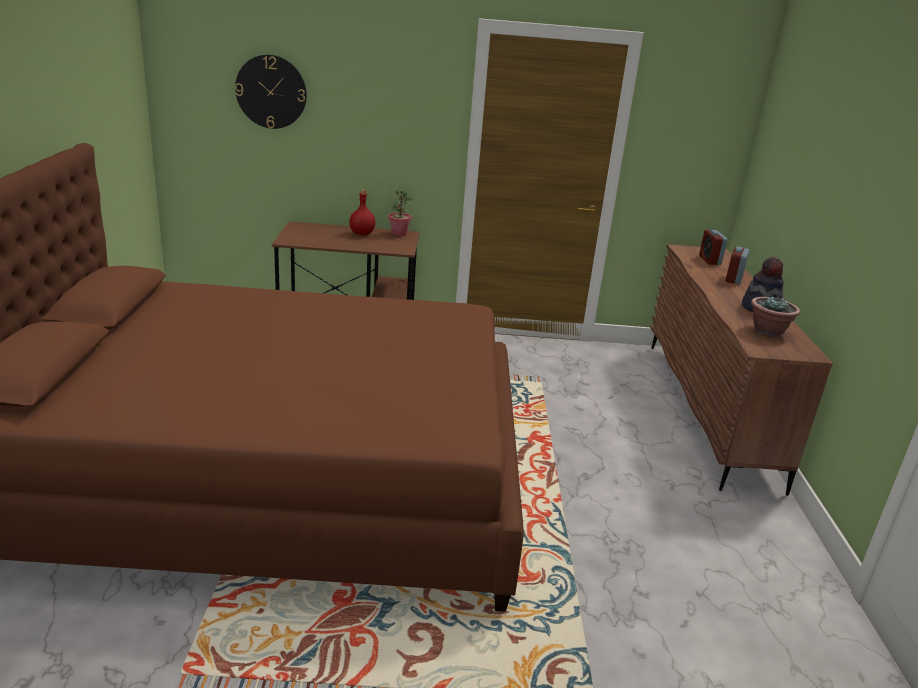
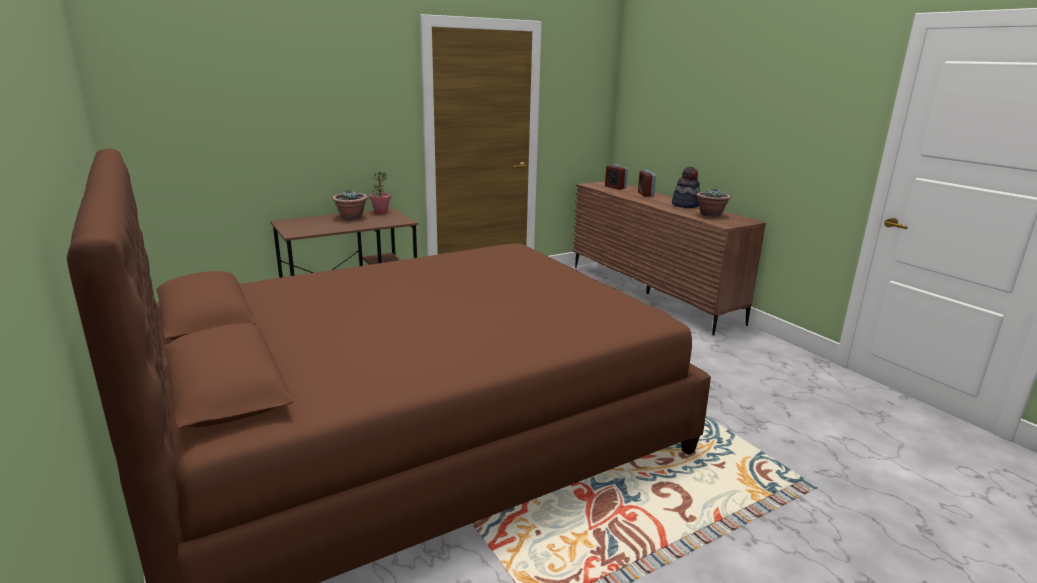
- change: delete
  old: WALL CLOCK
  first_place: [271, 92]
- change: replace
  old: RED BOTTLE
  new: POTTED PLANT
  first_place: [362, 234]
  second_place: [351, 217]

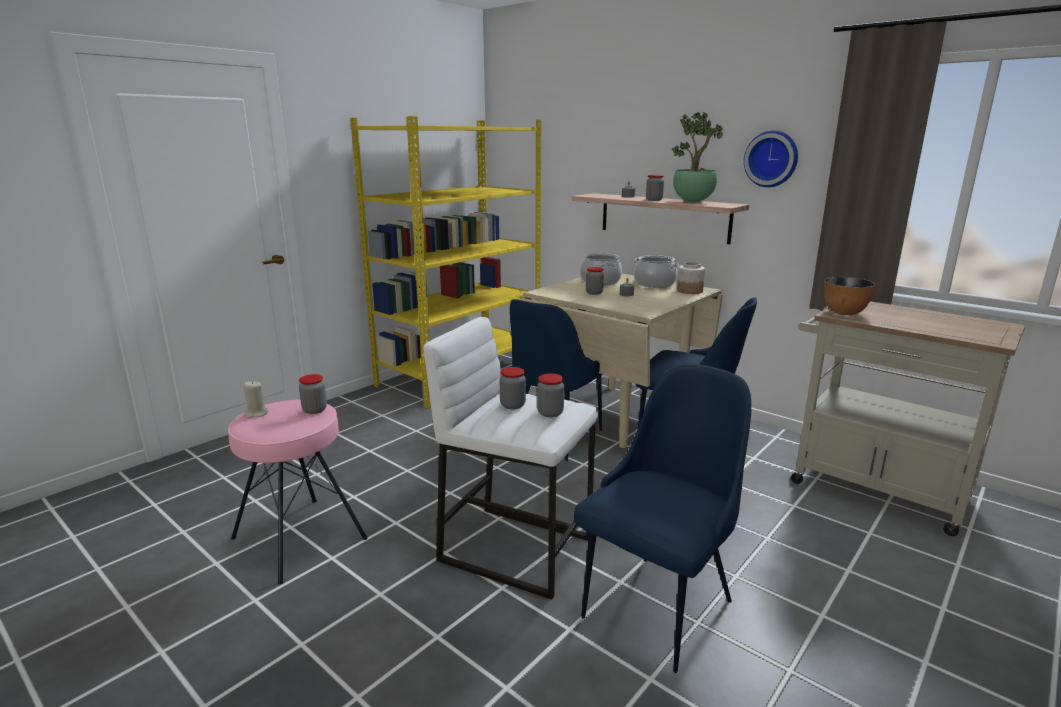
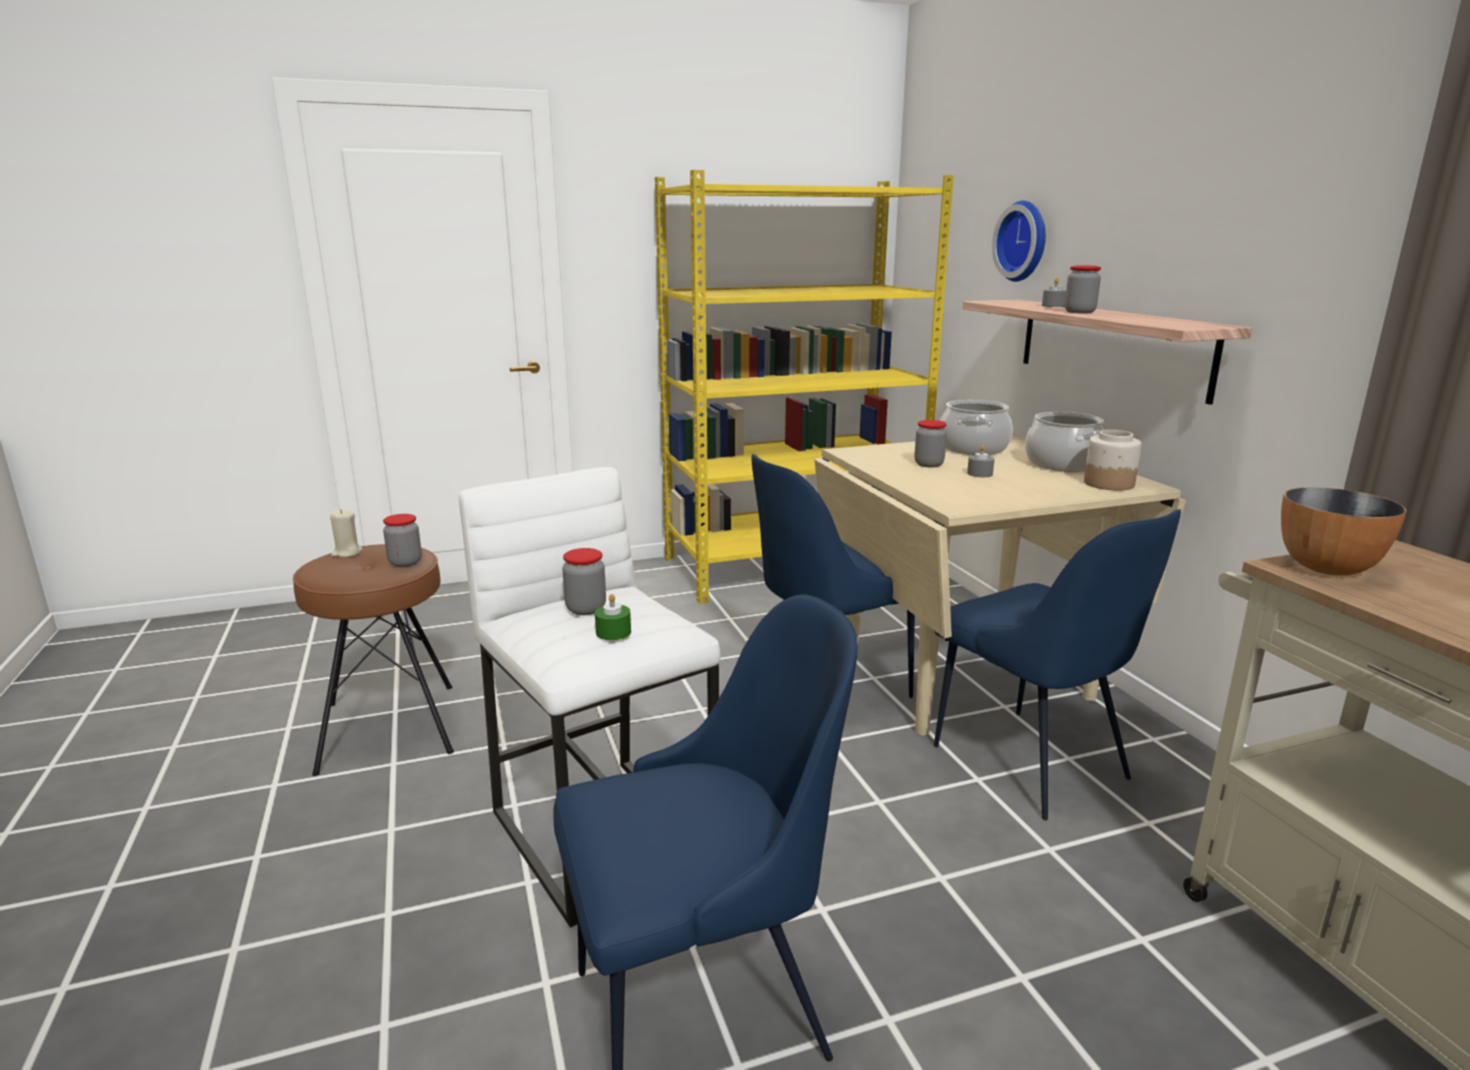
- change: recolor
  old: PINK STOOL
  new: BROWN STOOL
  first_place: [300, 537]
  second_place: [390, 727]
- change: replace
  old: JAR
  new: GREEN CANDLE
  first_place: [550, 413]
  second_place: [613, 632]
- change: delete
  old: POTTED PLANT
  first_place: [694, 202]
- change: move
  old: WALL CLOCK
  first_place: [772, 159]
  second_place: [1024, 241]

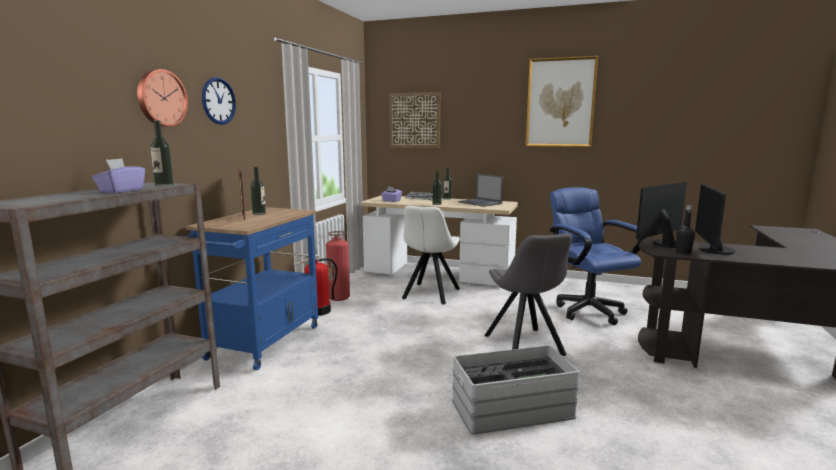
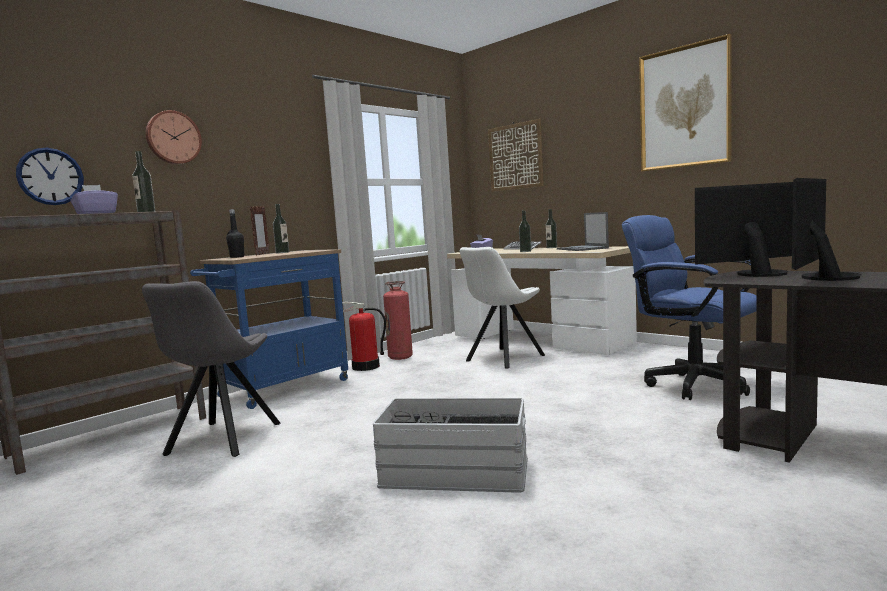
- change: move
  old: WALL CLOCK
  first_place: [218, 101]
  second_place: [50, 176]
- change: move
  old: GREY CHAIR
  first_place: [524, 345]
  second_place: [223, 439]
- change: rotate
  old: BLUE OFFICE CHAIR
  first_place: [586, 311]
  second_place: [690, 386]
  degrees: -45
- change: move
  old: BLACK BOTTLE
  first_place: [683, 252]
  second_place: [237, 257]

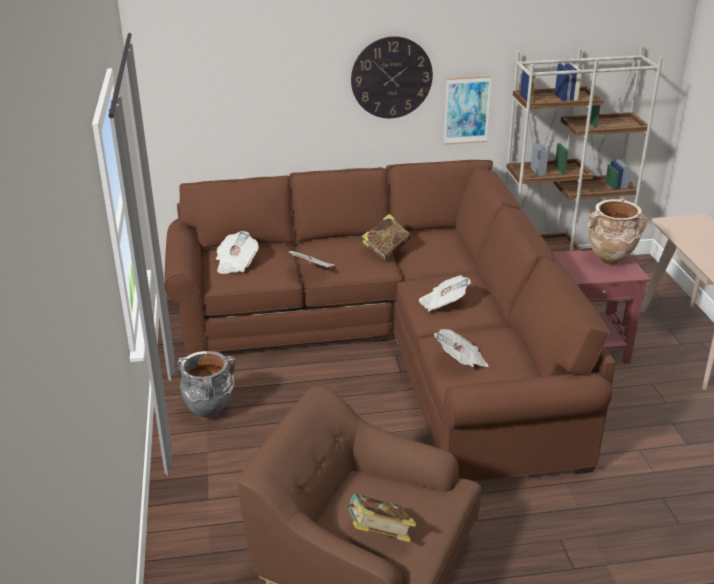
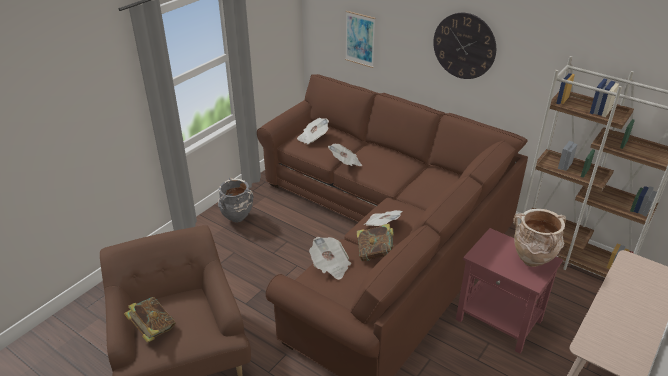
- change: move
  old: BOOK
  first_place: [386, 252]
  second_place: [375, 254]
- change: move
  old: PICTURE
  first_place: [466, 110]
  second_place: [360, 39]

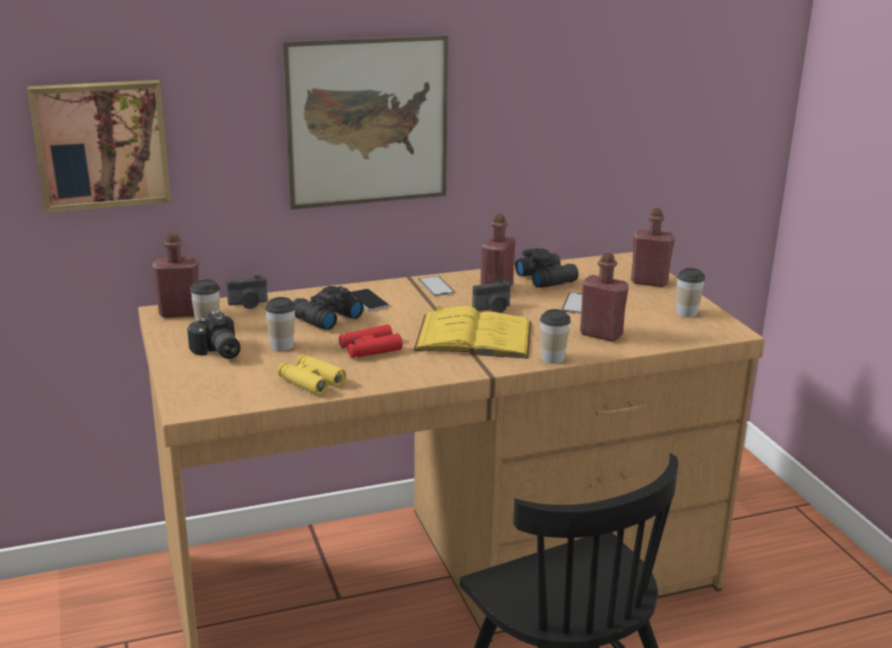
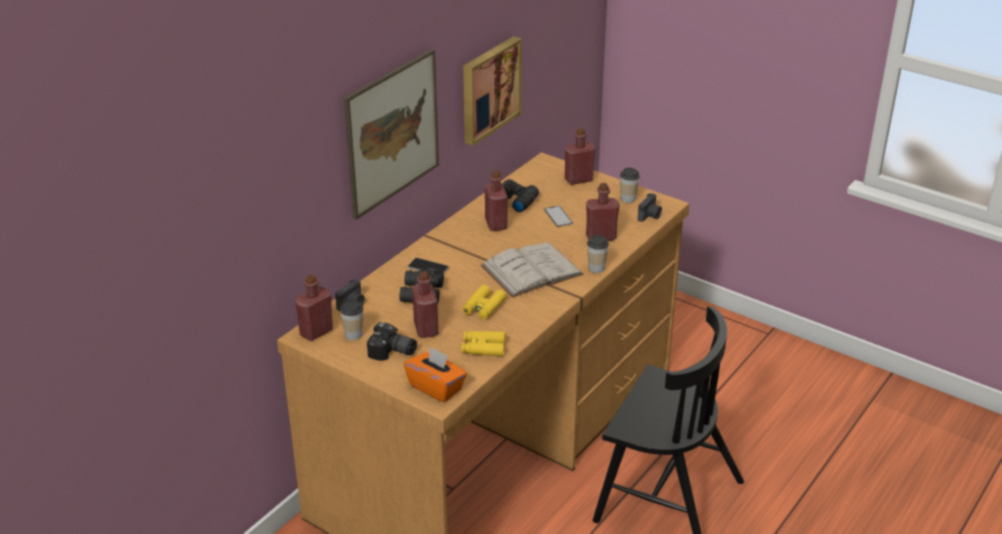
- change: move
  old: PICTURE
  first_place: [101, 144]
  second_place: [489, 89]
- change: replace
  old: CUP
  new: RED BOTTLE
  first_place: [282, 345]
  second_place: [426, 329]
- change: recolor
  old: RED BINOCULARS
  new: YELLOW BINOCULARS
  first_place: [370, 349]
  second_place: [483, 307]
- change: recolor
  old: YELLOW BOOK
  new: WHITE BOOK
  first_place: [474, 336]
  second_place: [531, 270]
- change: delete
  old: PHONE
  first_place: [436, 286]
- change: move
  old: PHOTO CAMERA
  first_place: [493, 309]
  second_place: [650, 216]
- change: insert
  new: ORANGE TISSUE BOX
  second_place: [436, 387]

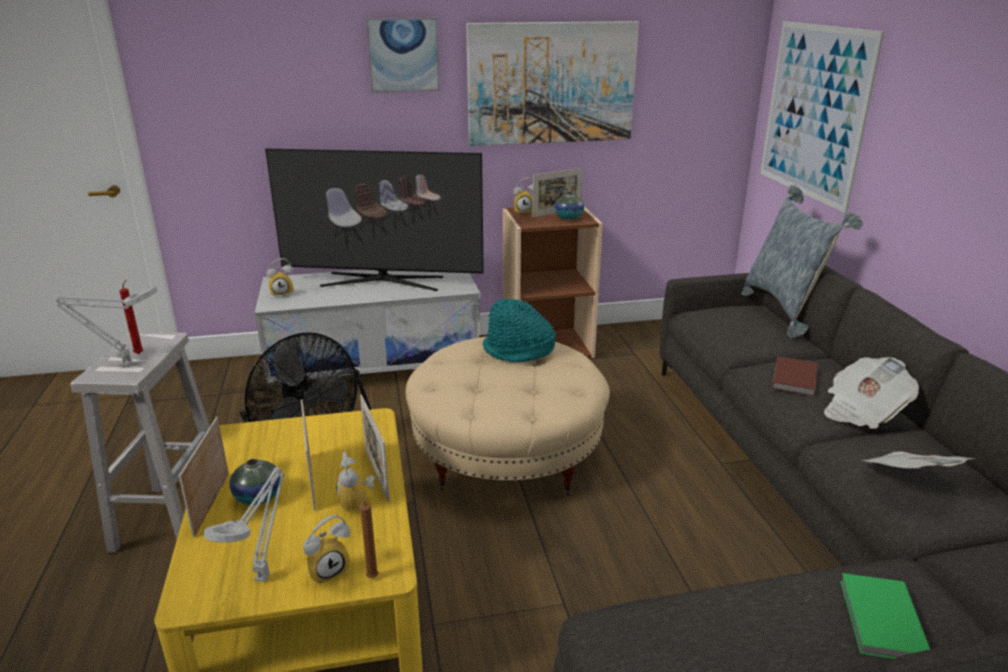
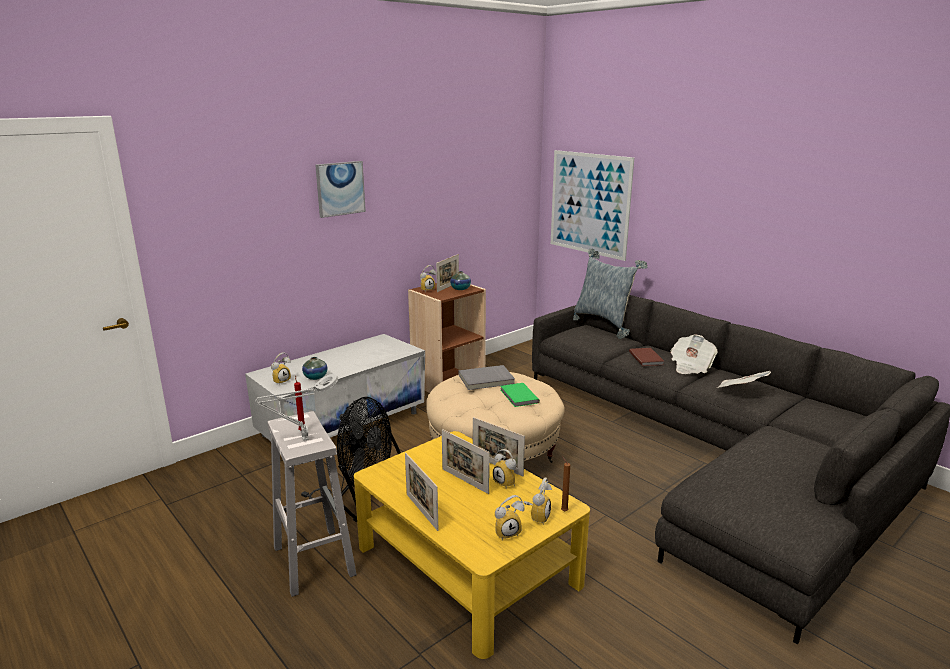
- change: replace
  old: GREY TABLE LAMP
  new: ALARM CLOCK
  first_place: [264, 576]
  second_place: [507, 532]
- change: move
  old: VASE
  first_place: [258, 497]
  second_place: [315, 377]
- change: delete
  old: TELEVISION
  first_place: [382, 281]
- change: delete
  old: PICTURE
  first_place: [551, 83]
- change: replace
  old: TURQUOISE HAT
  new: GREY BOOK
  first_place: [518, 351]
  second_place: [486, 380]
- change: move
  old: GREEN BOOK
  first_place: [880, 620]
  second_place: [518, 396]

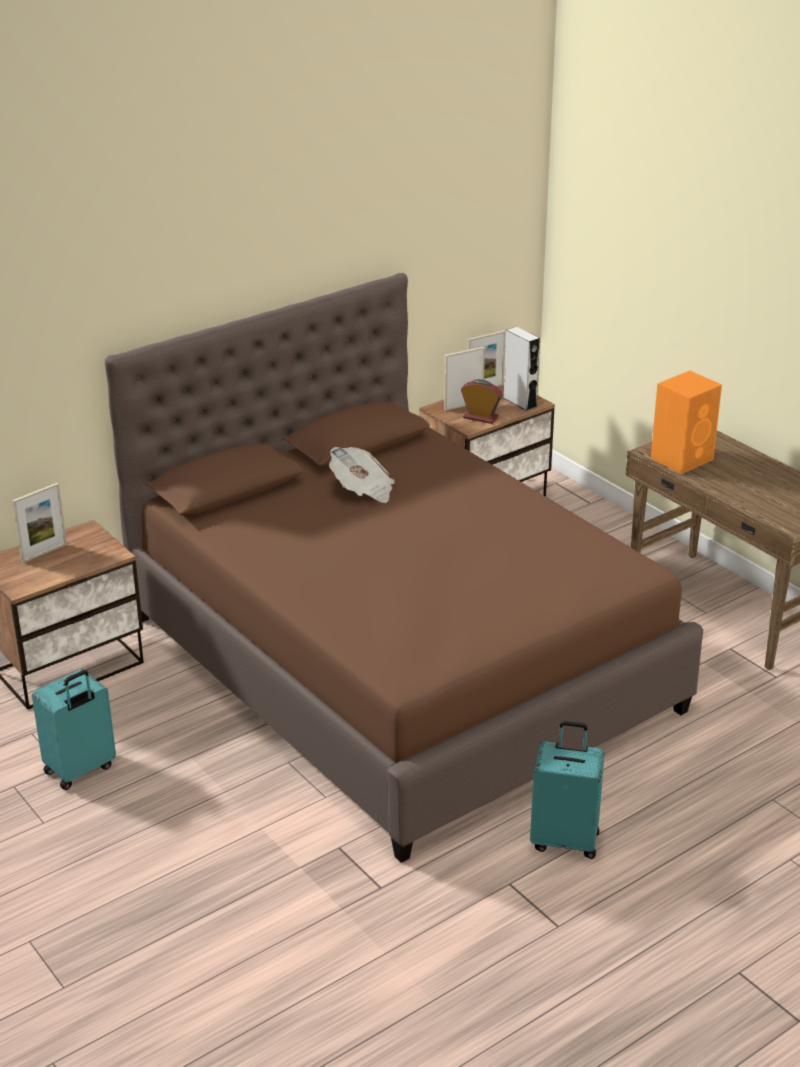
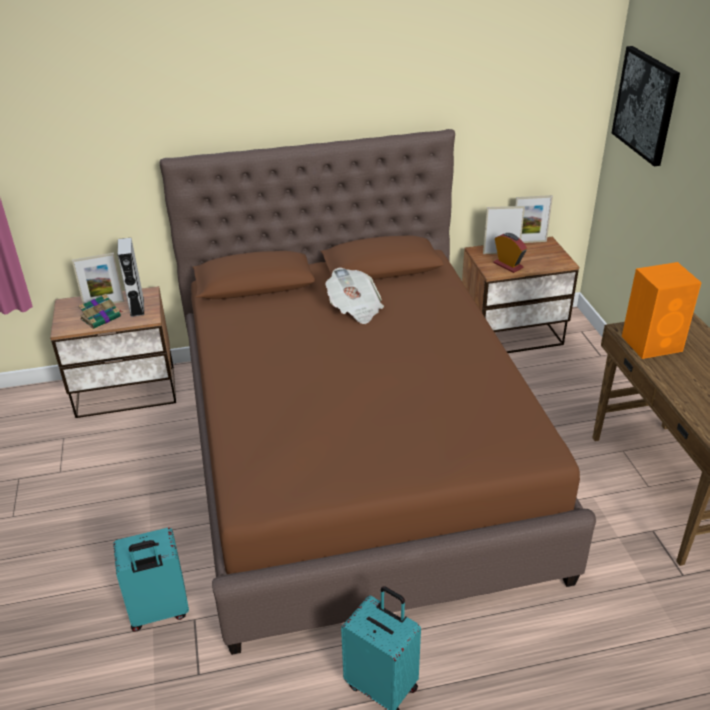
- change: move
  old: TURQUOISE SUITCASE
  first_place: [80, 770]
  second_place: [159, 612]
- change: move
  old: GREY SPEAKER
  first_place: [520, 402]
  second_place: [137, 307]
- change: insert
  new: BOOK
  second_place: [101, 317]
- change: insert
  new: PICTURE
  second_place: [646, 105]

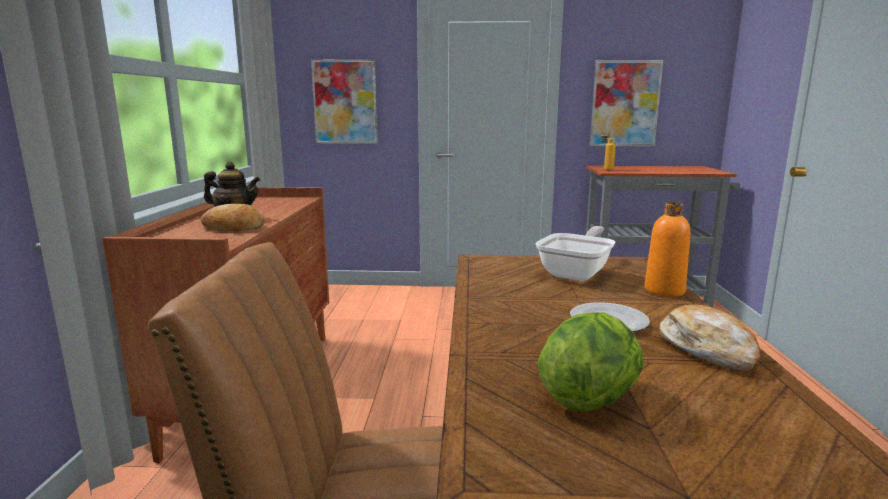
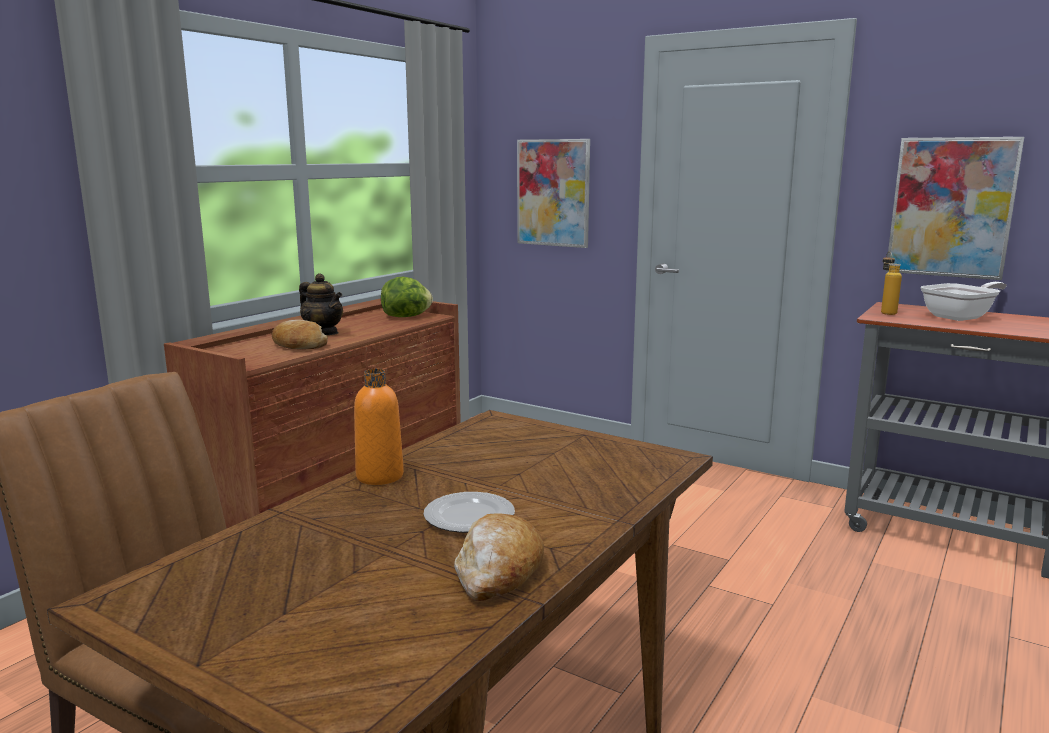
- change: move
  old: FRYING PAN
  first_place: [577, 273]
  second_place: [961, 317]
- change: move
  old: LETTUCE
  first_place: [590, 398]
  second_place: [406, 317]
- change: move
  old: ORANGE BOTTLE
  first_place: [664, 290]
  second_place: [380, 476]

